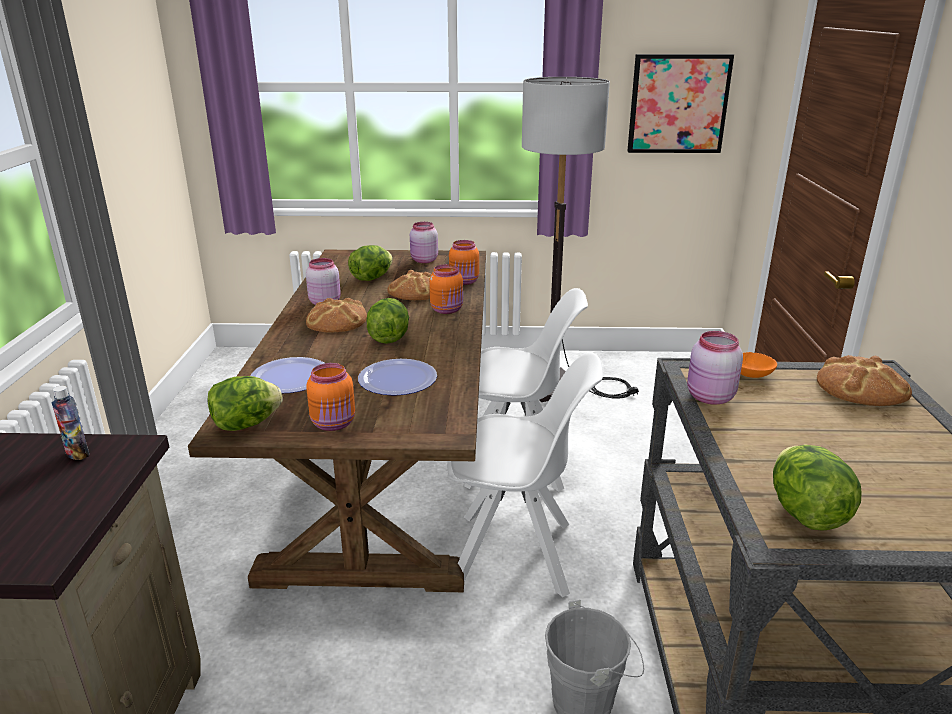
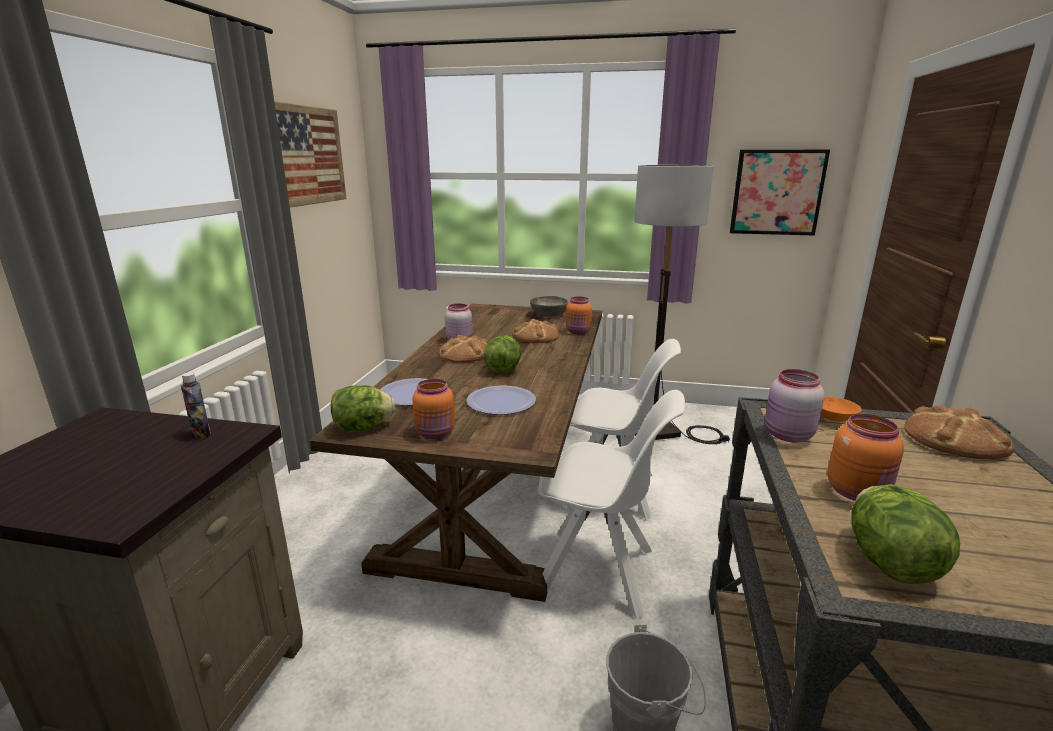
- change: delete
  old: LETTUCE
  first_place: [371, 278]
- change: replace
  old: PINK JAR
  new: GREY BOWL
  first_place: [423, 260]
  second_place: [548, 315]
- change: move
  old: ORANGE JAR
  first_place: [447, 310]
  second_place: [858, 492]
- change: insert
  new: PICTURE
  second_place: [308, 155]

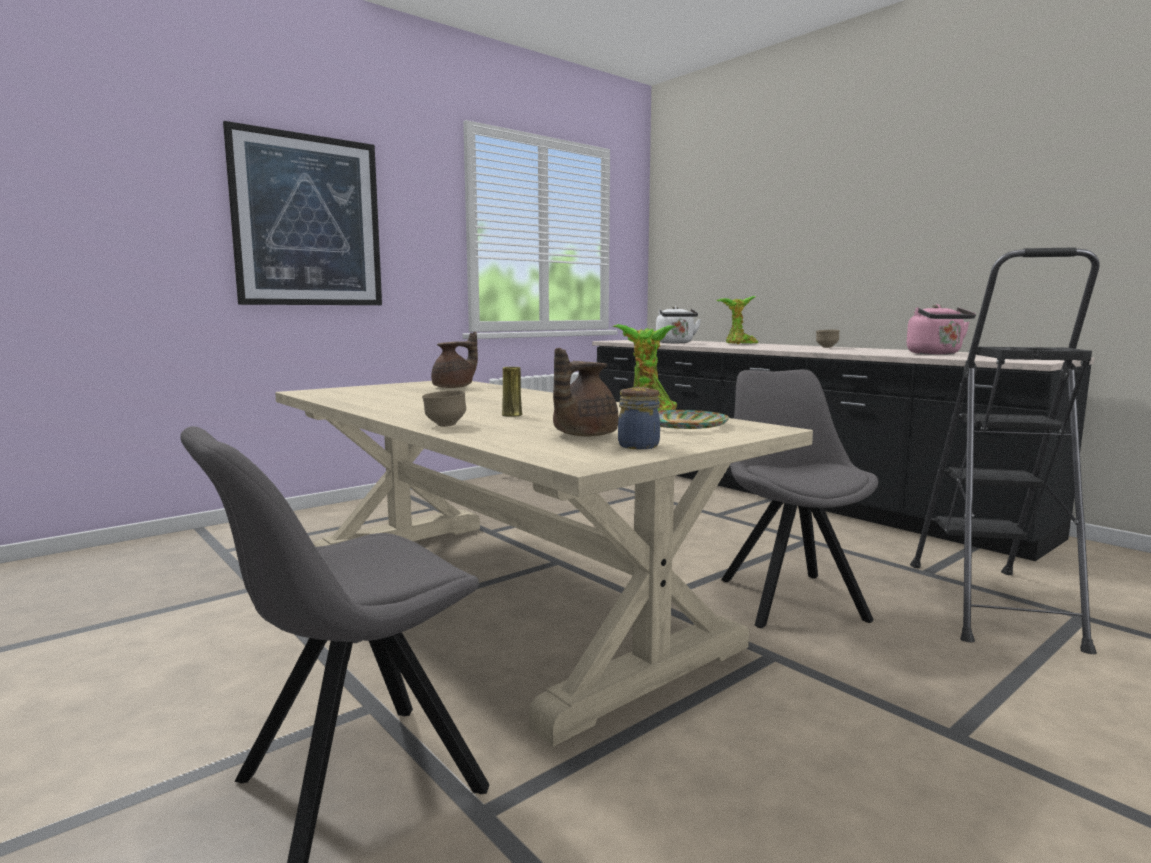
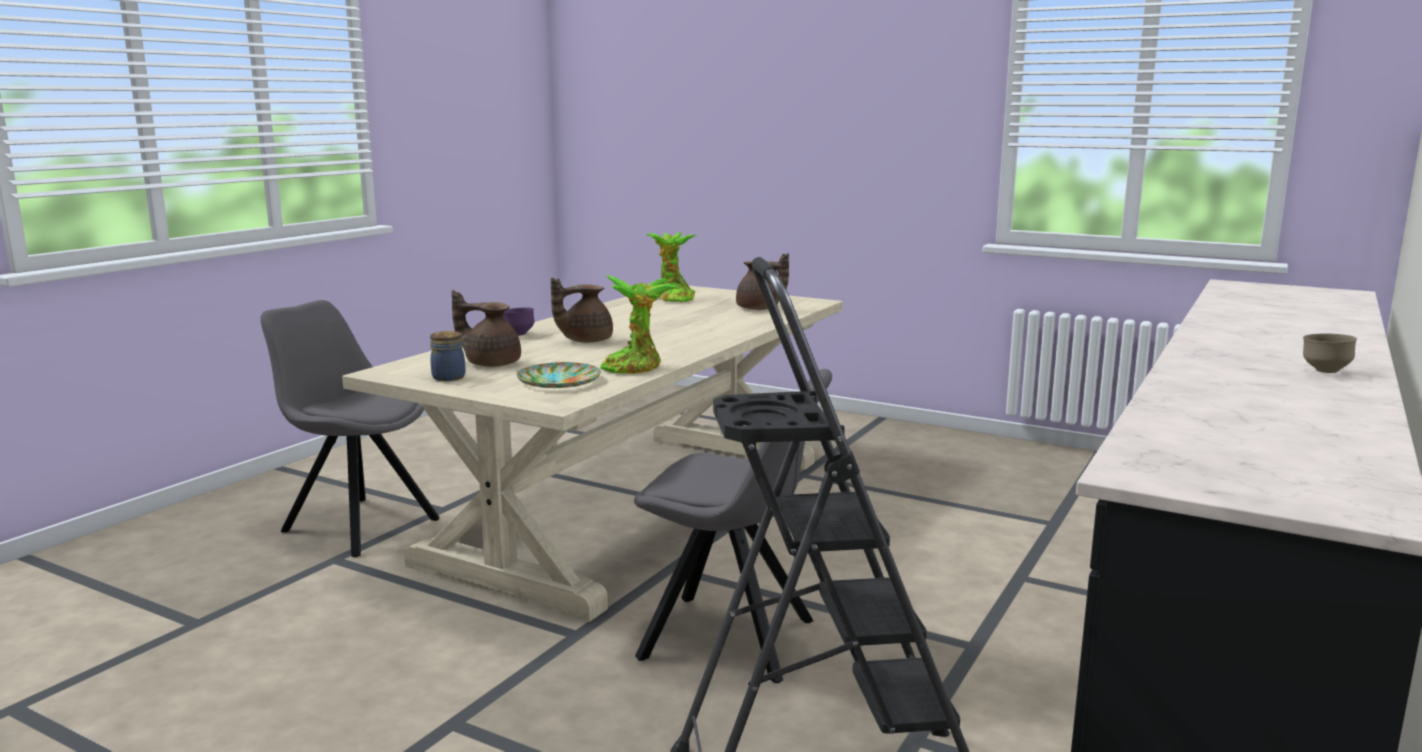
- change: delete
  old: PICTURE
  first_place: [308, 221]
- change: recolor
  old: BROWN BOWL
  new: PURPLE BOWL
  first_place: [445, 425]
  second_place: [518, 335]
- change: replace
  old: YELLOW VASE
  new: BROWN TEAPOT
  first_place: [512, 415]
  second_place: [585, 340]
- change: delete
  old: WHITE KETTLE
  first_place: [675, 343]
- change: move
  old: POTTED PLANT
  first_place: [738, 344]
  second_place: [671, 298]
- change: rotate
  old: GREY CHAIR
  first_place: [789, 599]
  second_place: [729, 638]
  degrees: 45
- change: delete
  old: PINK KETTLE
  first_place: [936, 354]

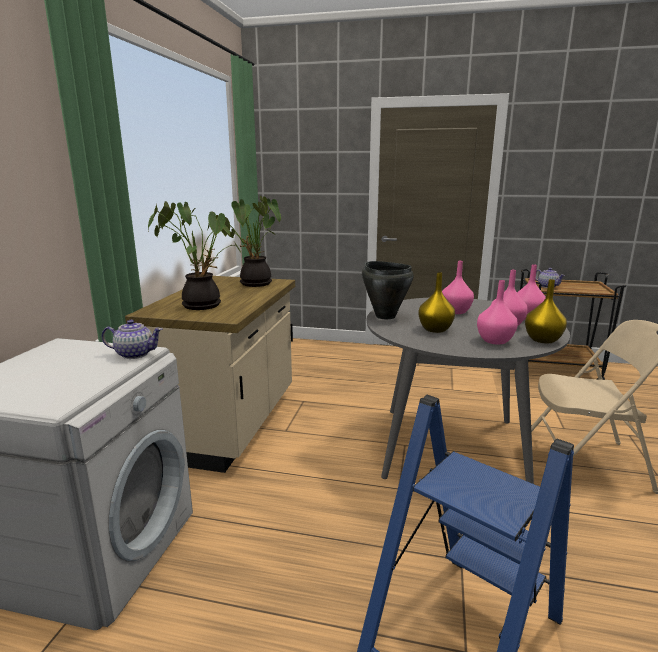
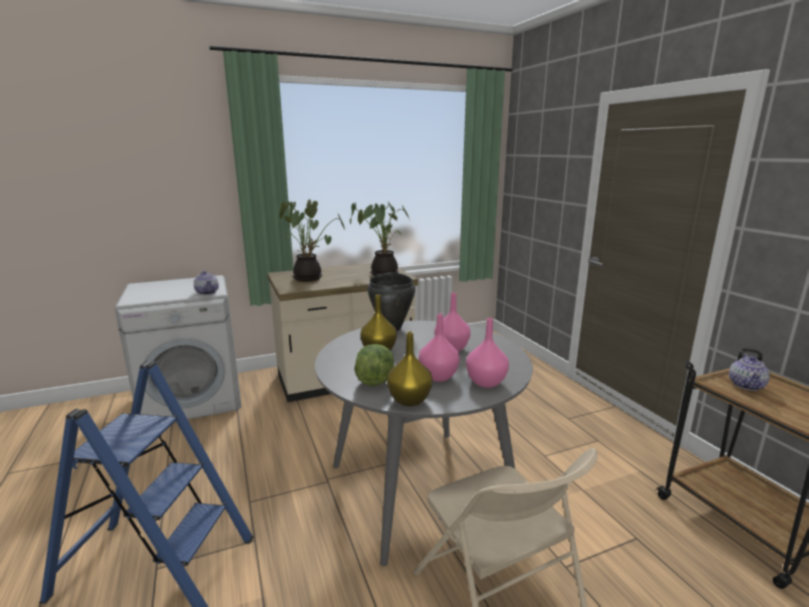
- change: replace
  old: PINK VASE
  new: LETTUCE
  first_place: [495, 341]
  second_place: [375, 379]

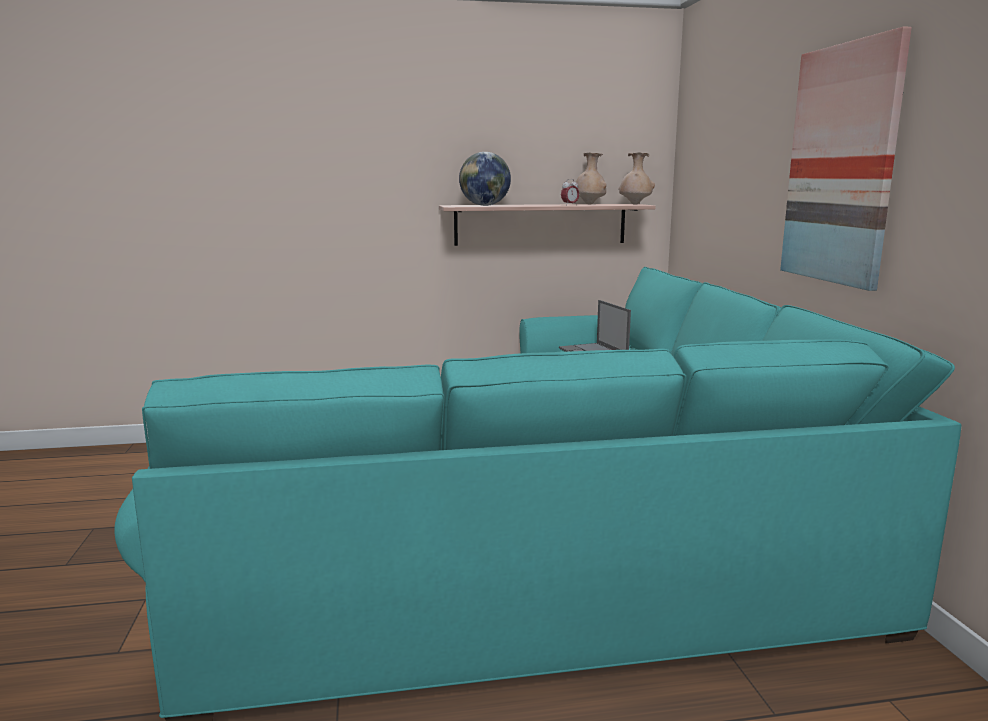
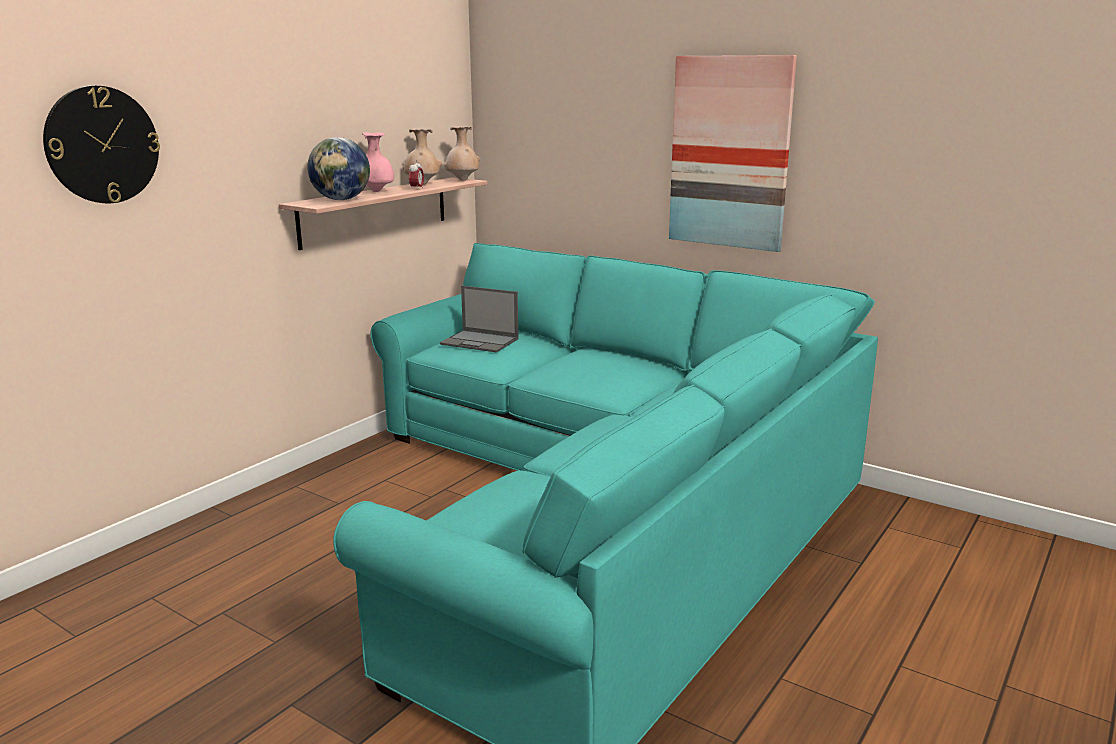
- change: insert
  new: WALL CLOCK
  second_place: [102, 145]
- change: insert
  new: PINK VASE
  second_place: [376, 191]

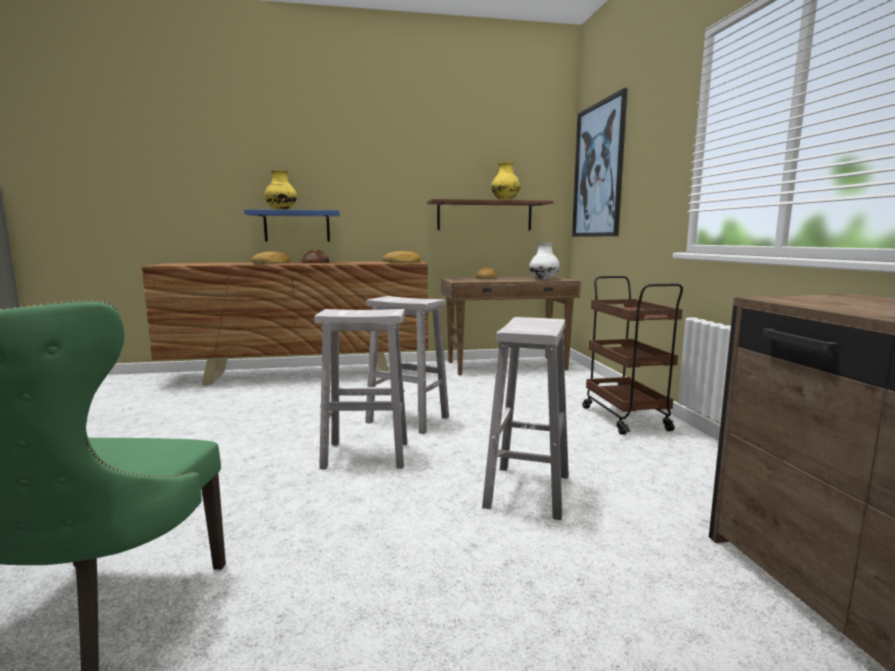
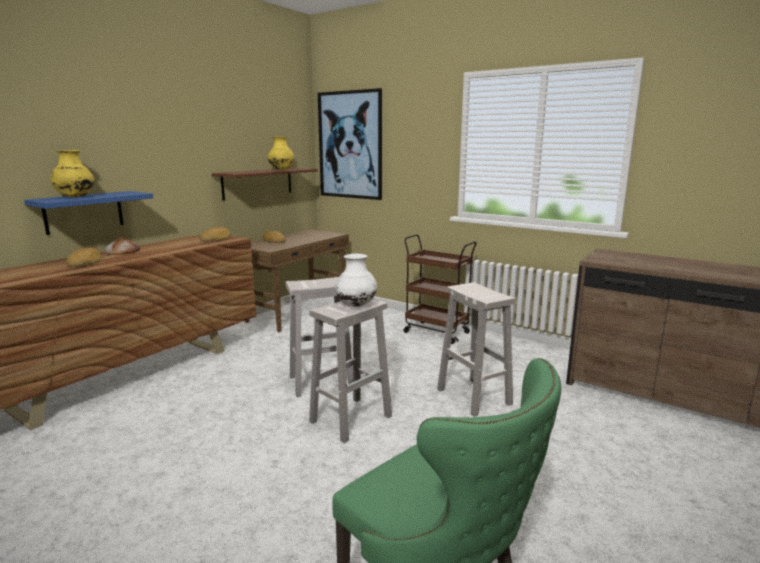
- change: move
  old: WHITE VASE
  first_place: [544, 279]
  second_place: [356, 305]

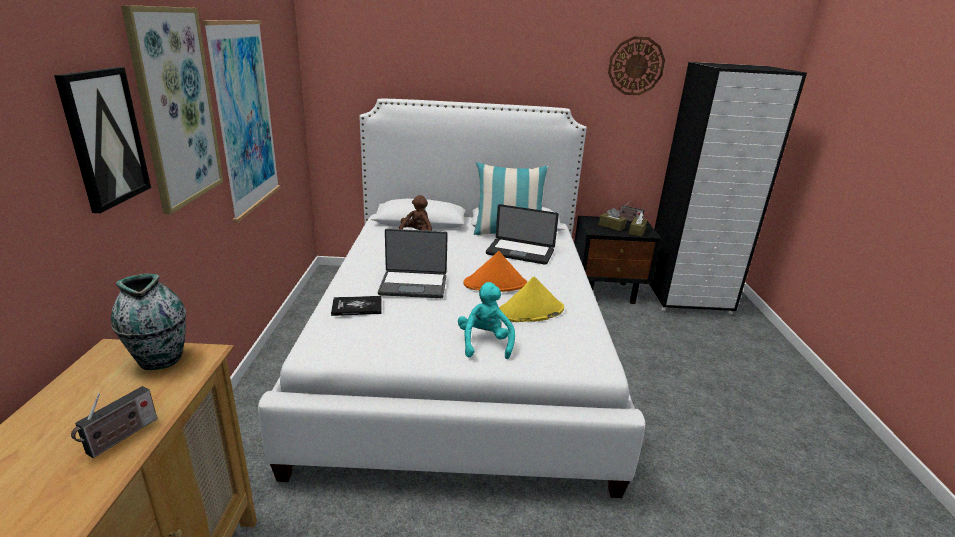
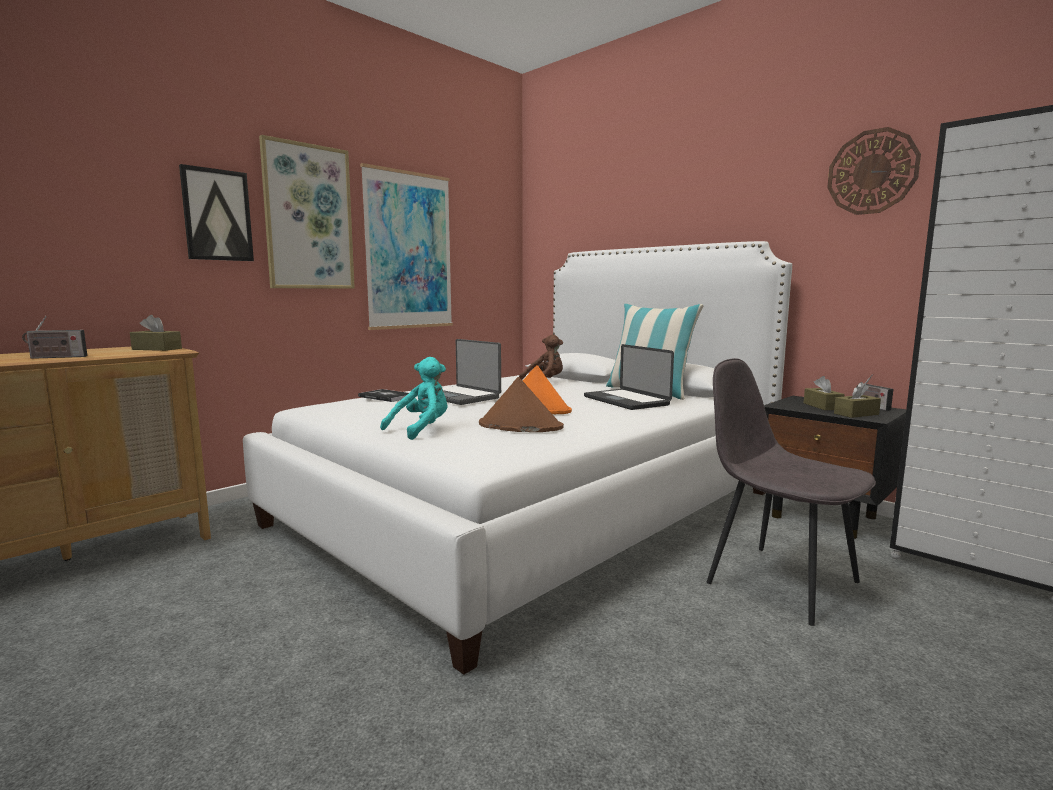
- change: replace
  old: VASE
  new: BROWN TISSUE BOX
  first_place: [160, 358]
  second_place: [157, 349]
- change: recolor
  old: YELLOW HAT
  new: BROWN HAT
  first_place: [530, 311]
  second_place: [519, 426]
- change: insert
  new: GREY CHAIR
  second_place: [778, 581]

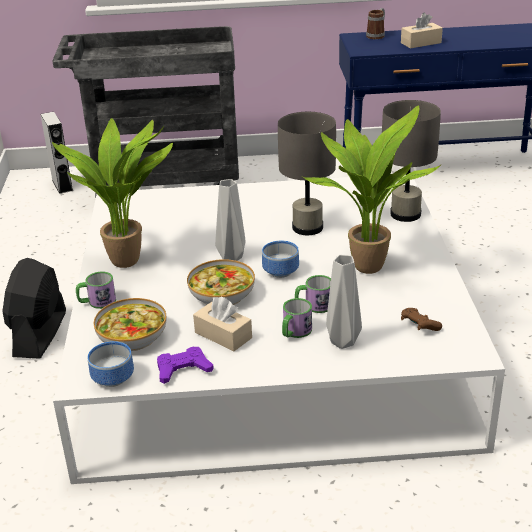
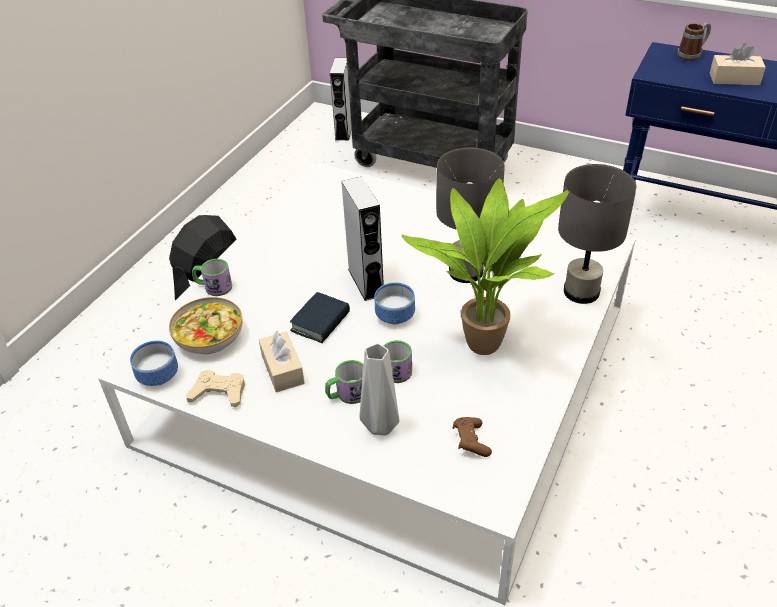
- change: delete
  old: POTTED PLANT
  first_place: [129, 259]
- change: recolor
  old: PURPLE GAME CONTROLLER
  new: BEIGE GAME CONTROLLER
  first_place: [183, 369]
  second_place: [219, 392]
- change: replace
  old: BOWL
  new: BOOK
  first_place: [222, 295]
  second_place: [320, 322]
- change: replace
  old: GREY VASE
  new: GREY SPEAKER
  first_place: [233, 258]
  second_place: [366, 282]

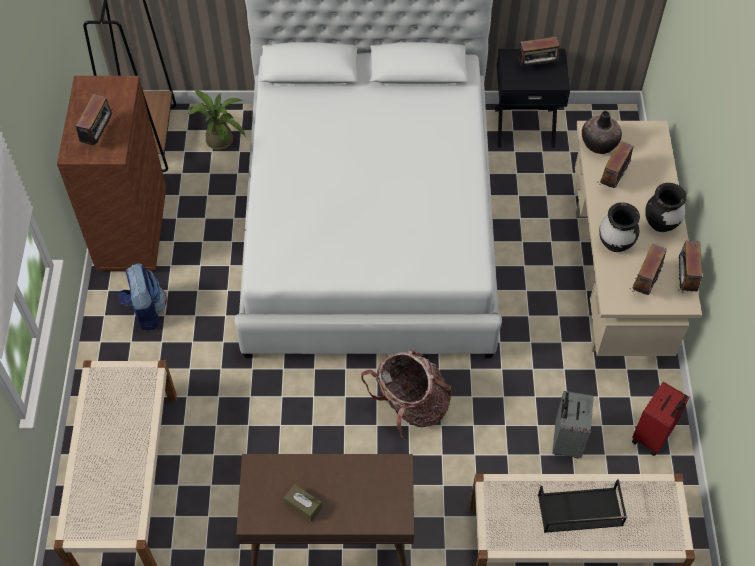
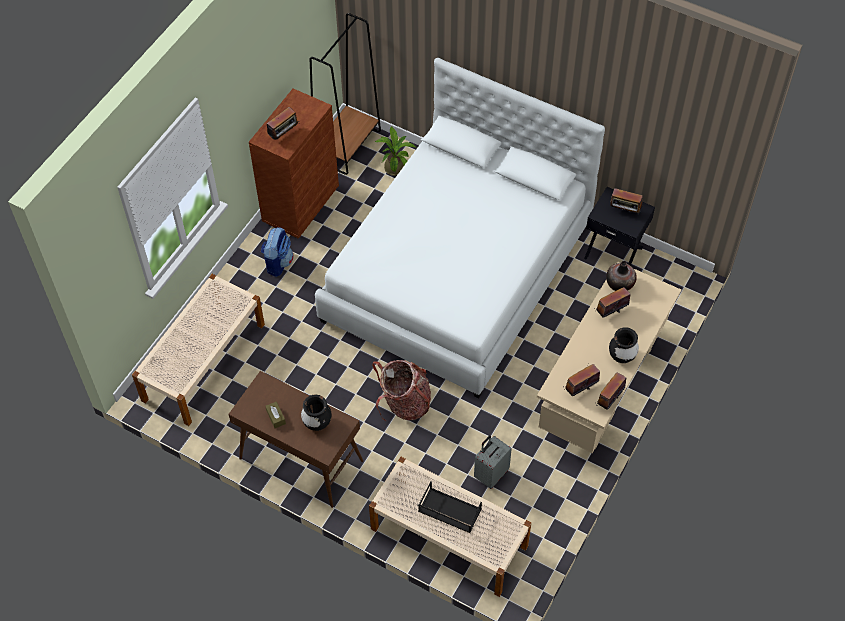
- change: move
  old: BLACK VASE
  first_place: [615, 243]
  second_place: [317, 423]
- change: delete
  old: RED SUITCASE
  first_place: [653, 435]

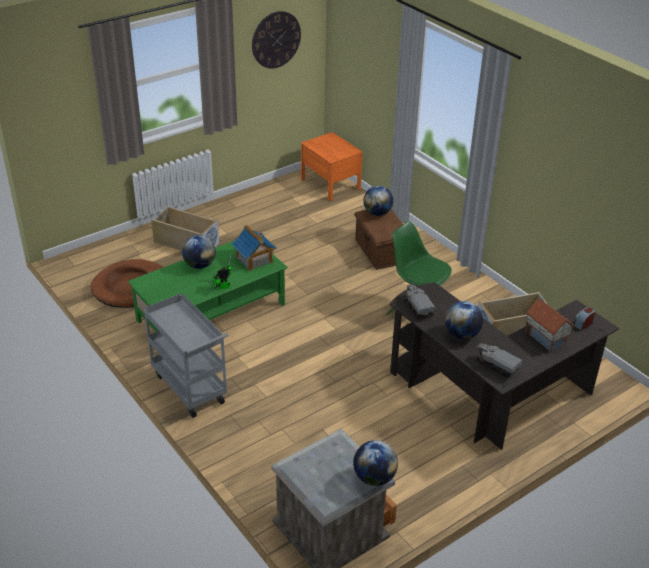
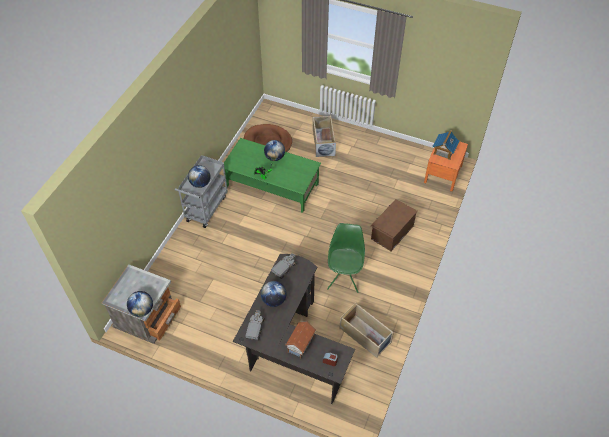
- change: move
  old: TOY HOUSE
  first_place: [254, 260]
  second_place: [444, 151]
- change: delete
  old: WALL CLOCK
  first_place: [276, 39]
- change: move
  old: GLOBE
  first_place: [377, 213]
  second_place: [200, 183]

